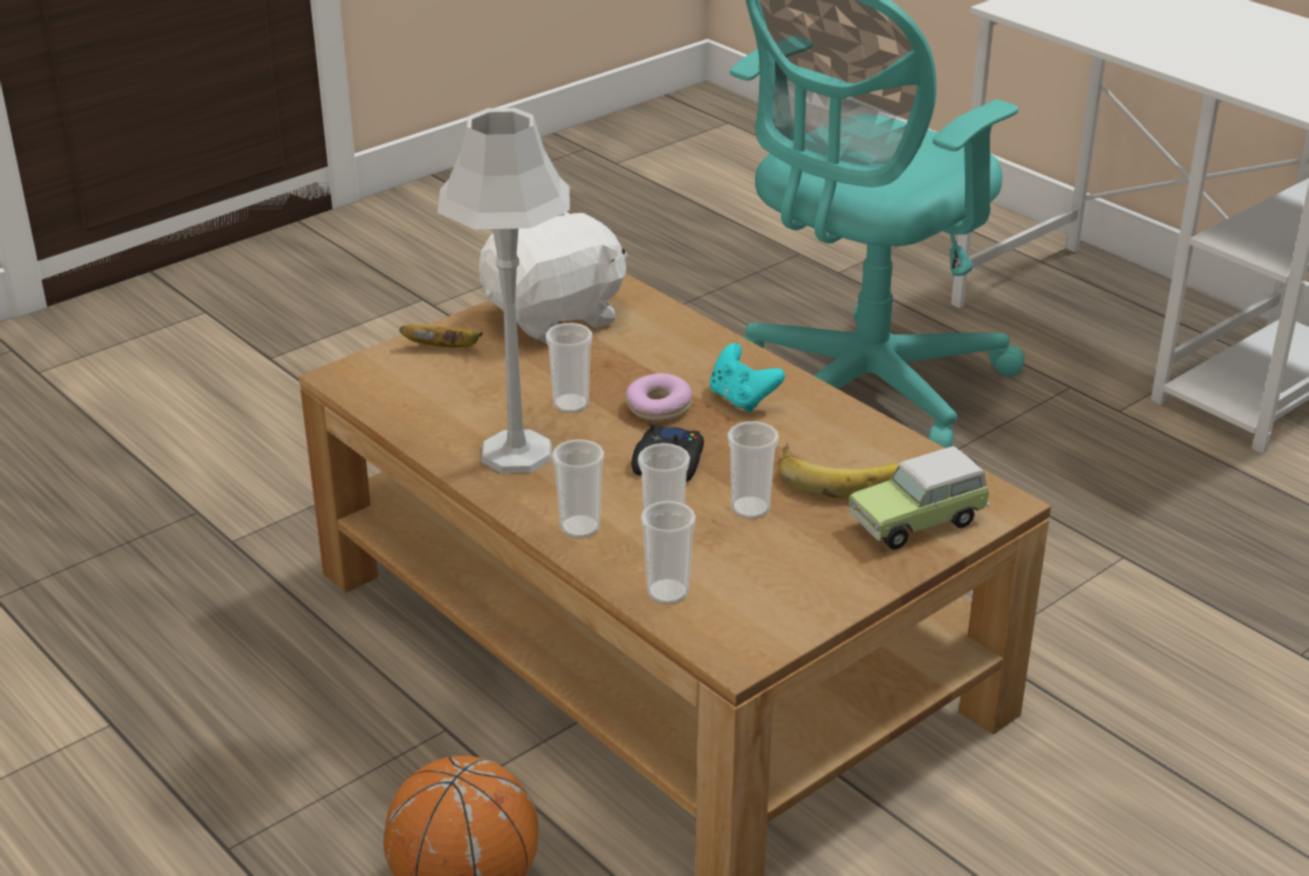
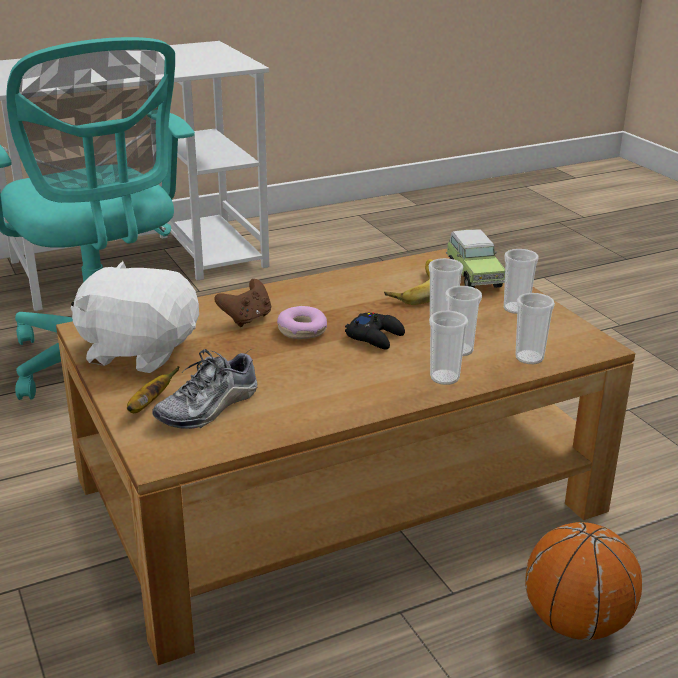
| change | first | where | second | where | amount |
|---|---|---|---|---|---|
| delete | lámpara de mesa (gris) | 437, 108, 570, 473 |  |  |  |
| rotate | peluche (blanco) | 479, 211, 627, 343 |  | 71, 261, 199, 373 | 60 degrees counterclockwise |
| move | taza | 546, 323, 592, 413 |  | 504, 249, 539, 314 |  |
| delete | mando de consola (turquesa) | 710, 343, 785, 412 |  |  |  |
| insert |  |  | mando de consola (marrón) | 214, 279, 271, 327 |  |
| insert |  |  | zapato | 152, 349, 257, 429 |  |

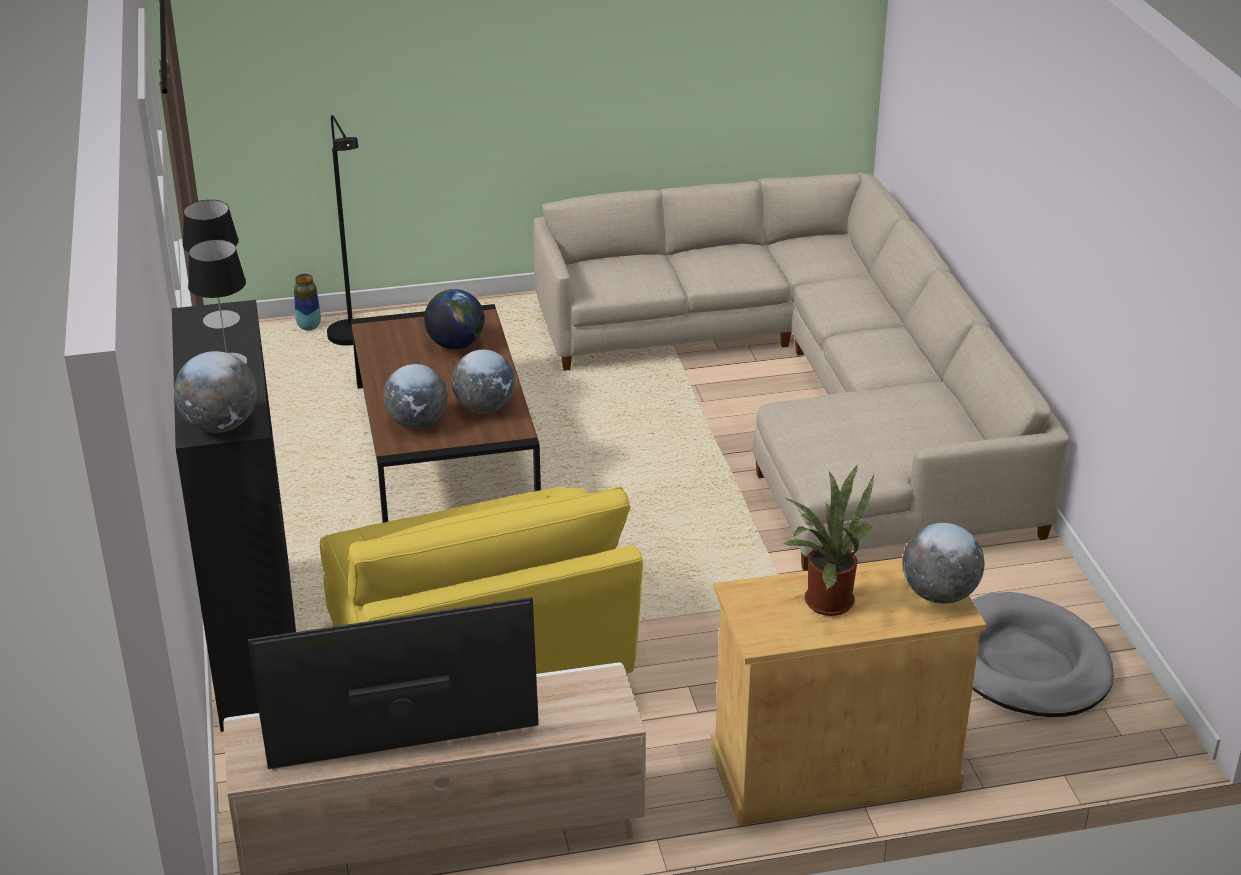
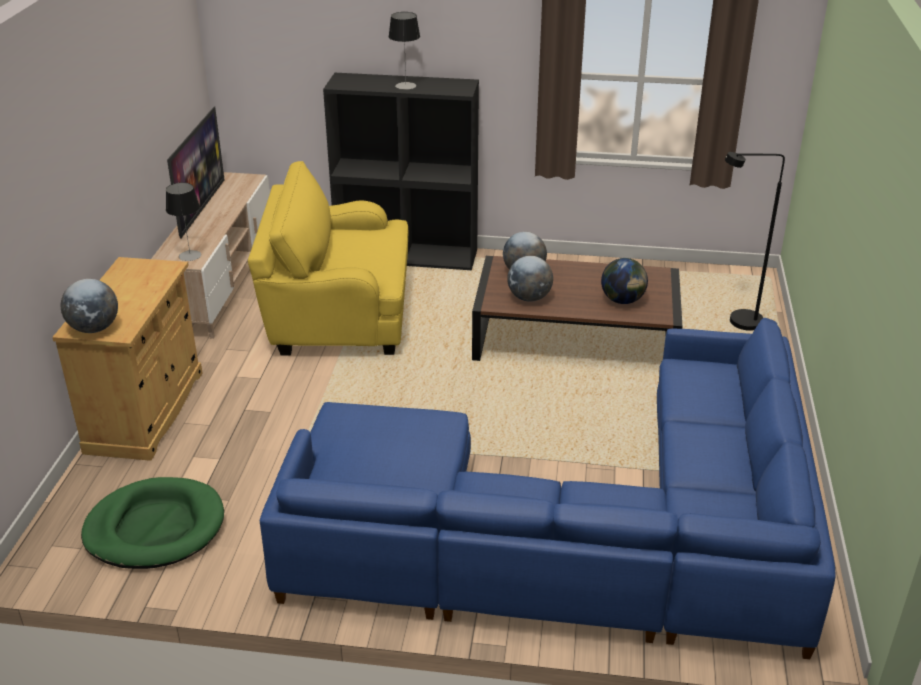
| change | first | where | second | where | amount |
|---|---|---|---|---|---|
| recolor | sofá (beis) | 533, 172, 1070, 571 | sofá (azul) | 260, 318, 835, 659 |  |
| move | lámpara de mesa | 183, 200, 240, 329 |  | 166, 183, 201, 261 |  |
| delete | florero | 294, 274, 321, 330 |  |  |  |
| delete | globo terráqueo | 174, 351, 257, 433 |  |  |  |
| delete | planta en maceta | 784, 465, 874, 616 |  |  |  |
| recolor | cama para perro (gris) | 972, 592, 1114, 717 | cama para perro (verde) | 81, 477, 224, 569 |  |

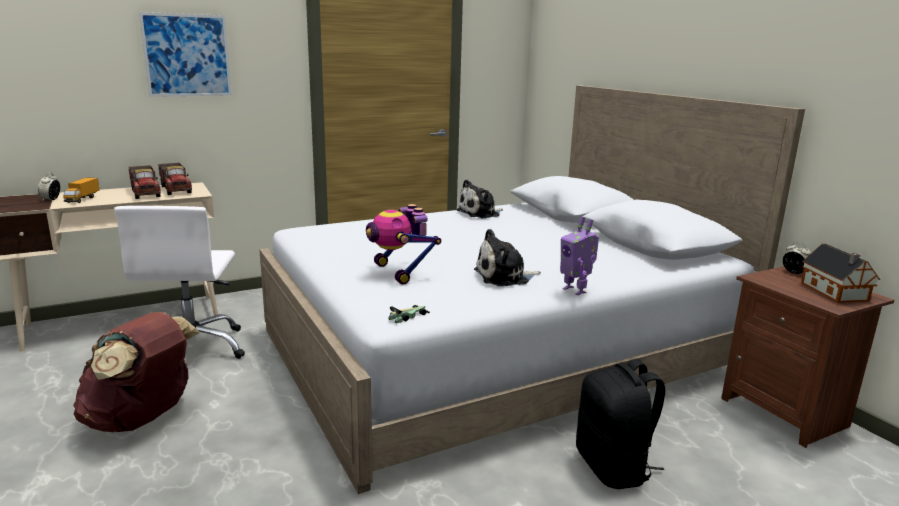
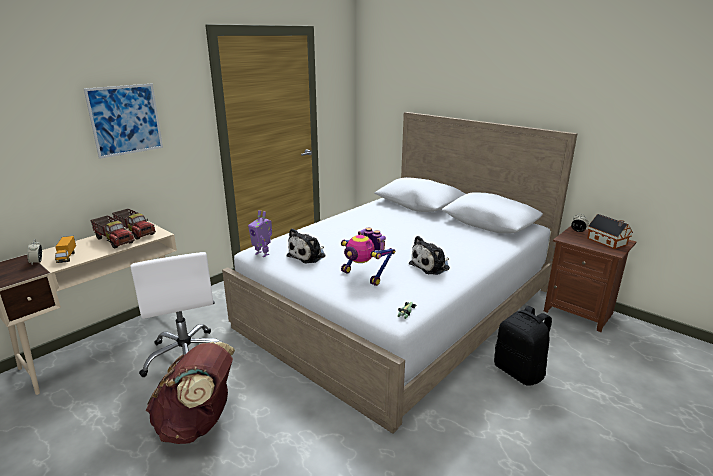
| change | first | where | second | where | amount |
|---|---|---|---|---|---|
| move | peluche | 456, 180, 503, 218 |  | 287, 228, 325, 264 |  |
| move | robot de juguete | 560, 216, 599, 295 |  | 248, 210, 272, 257 |  |

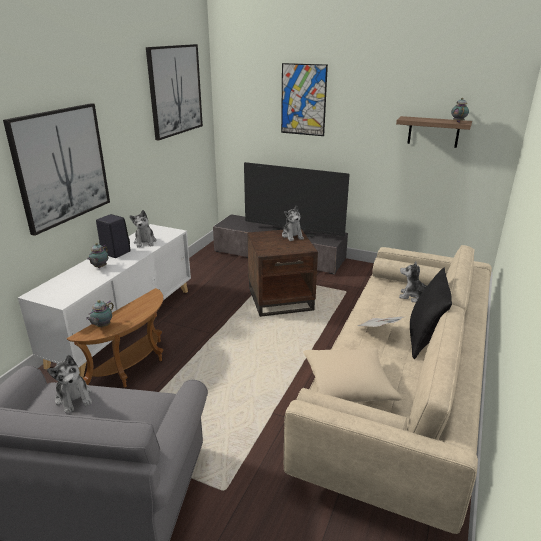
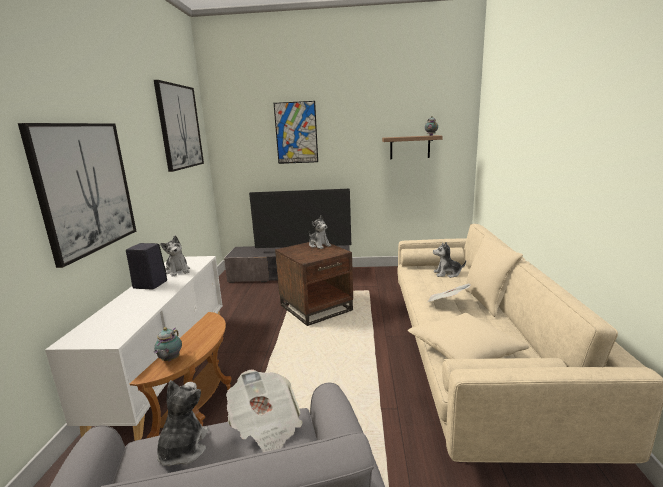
| change | first | where | second | where | amount |
|---|---|---|---|---|---|
| delete | tetera | 87, 243, 108, 268 |  |  |  |
| recolor | cojín (negro) | 410, 267, 452, 359 | cojín (beis) | 465, 235, 523, 317 |  |
| rotate | peluche | 47, 355, 92, 414 |  | 157, 380, 209, 467 | 120 degrees counterclockwise |
| insert |  |  | periódico | 226, 369, 303, 452 |  |

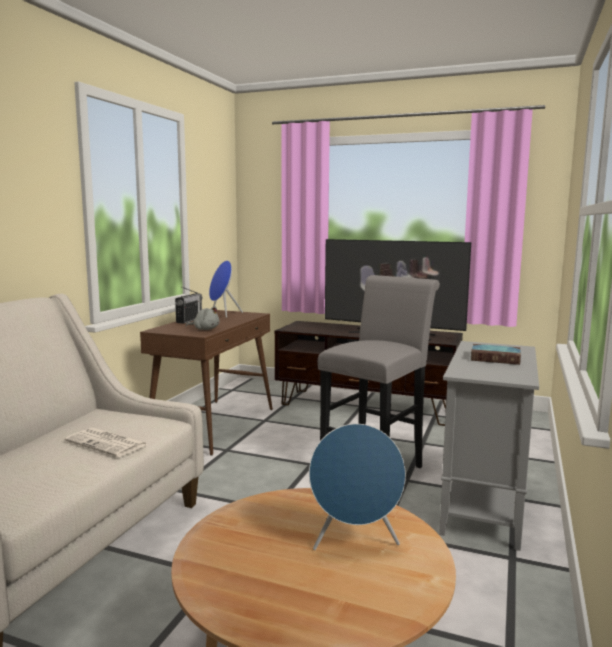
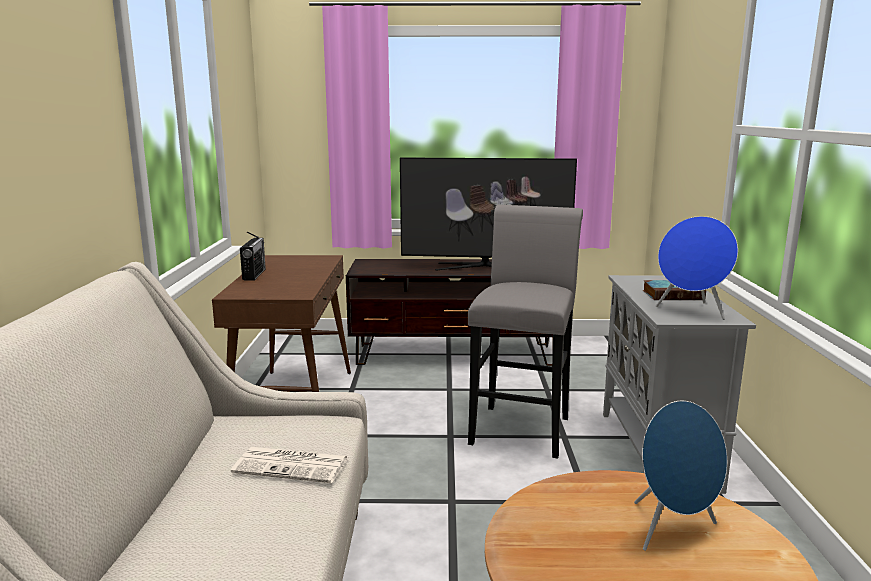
| change | first | where | second | where | amount |
|---|---|---|---|---|---|
| move | altavoz (azul) | 209, 261, 243, 318 |  | 656, 216, 738, 320 |  |
| delete | peluche (gris) | 186, 306, 220, 330 |  |  |  |

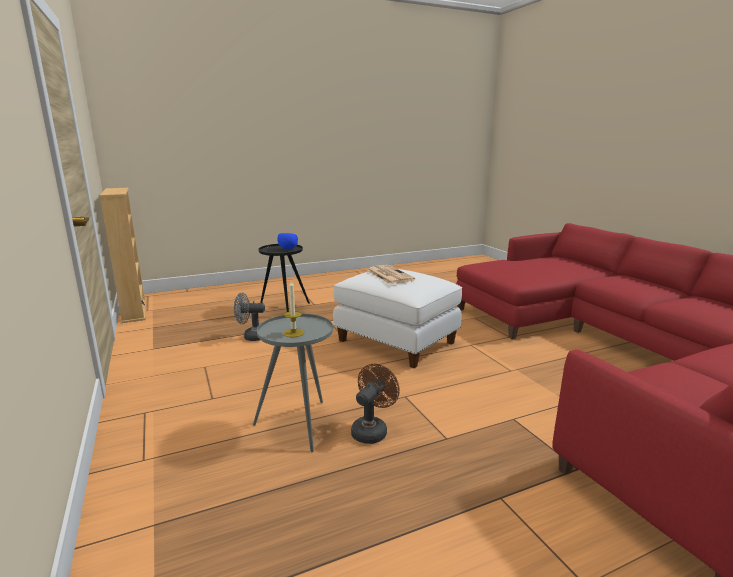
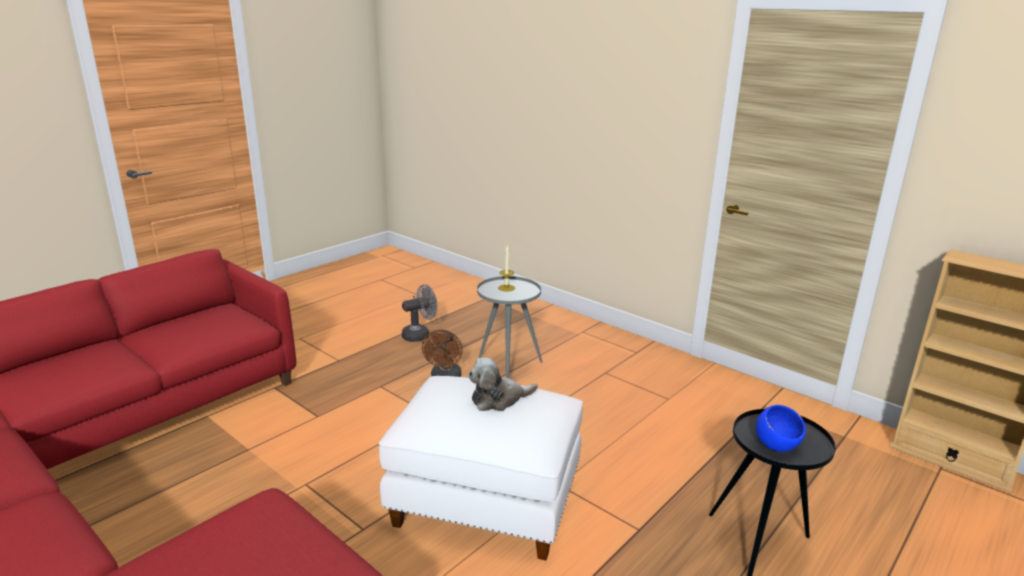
| change | first | where | second | where | amount |
|---|---|---|---|---|---|
| replace | periódico | 366, 265, 415, 284 | peluche | 468, 357, 538, 411 |  |
| move | ventilador (gris) | 234, 293, 265, 341 |  | 402, 284, 437, 342 |  |

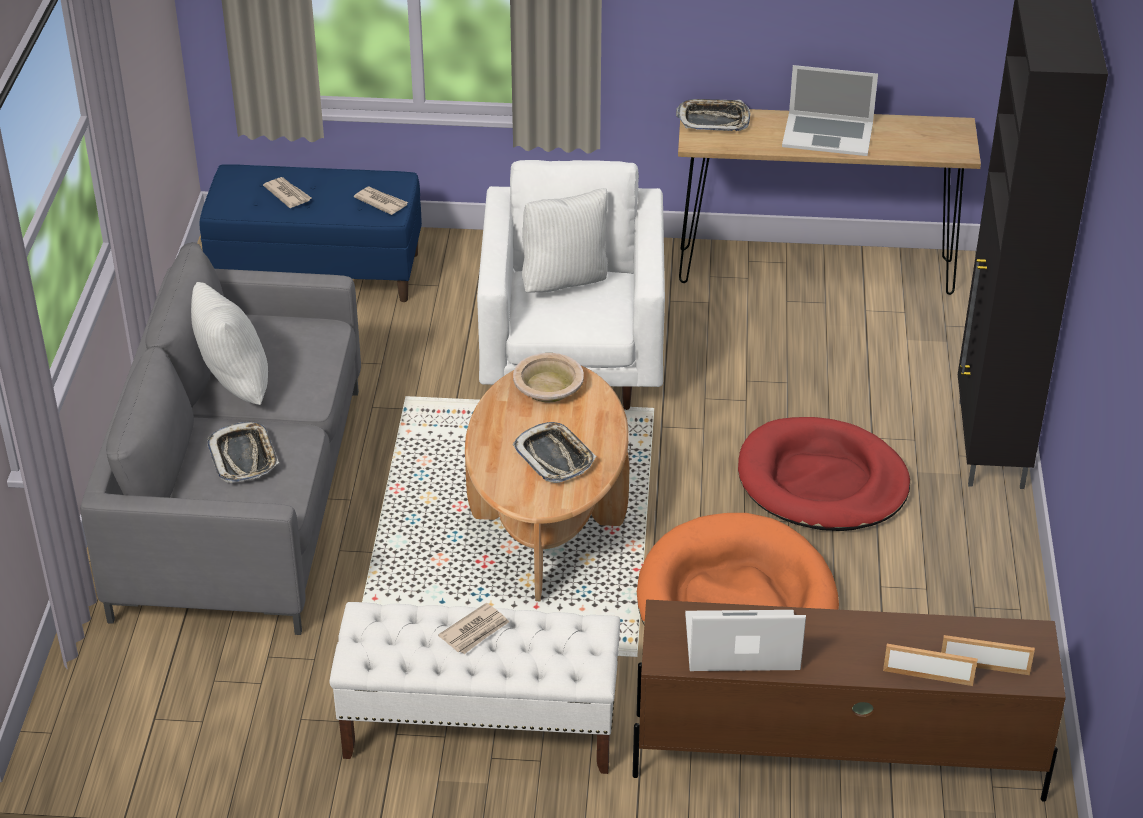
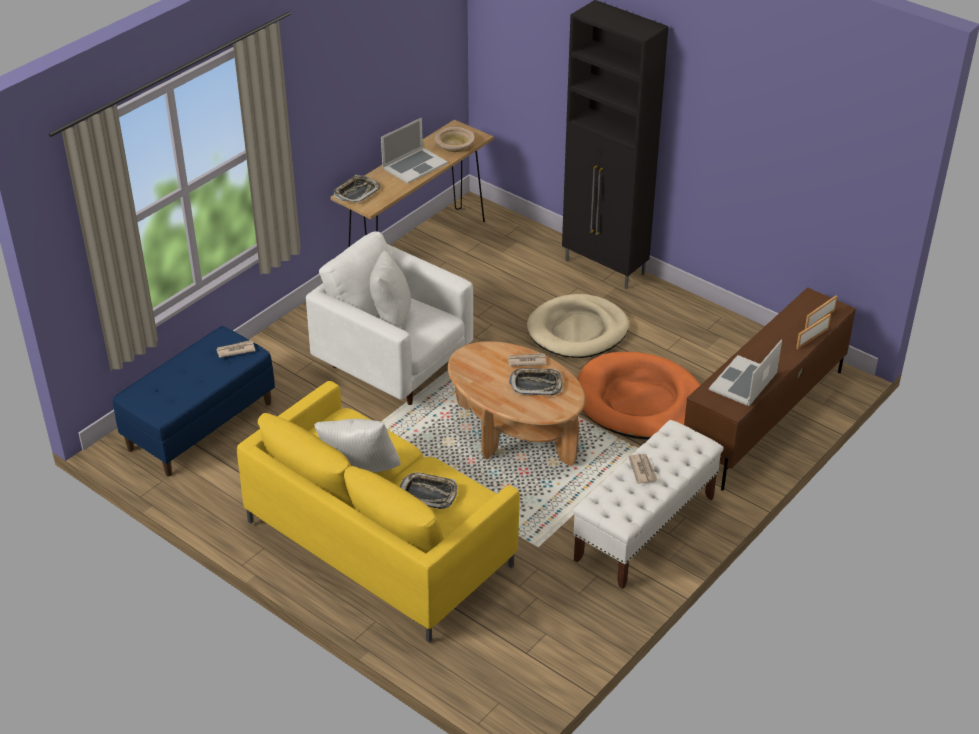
| change | first | where | second | where | amount |
|---|---|---|---|---|---|
| move | periódico | 263, 177, 312, 208 |  | 508, 353, 546, 366 |  |
| recolor | sofá (gris) | 80, 242, 361, 635 | sofá (amarillo) | 237, 381, 520, 643 |  |
| move | cuenco (beis) | 513, 353, 584, 402 |  | 435, 127, 474, 152 |  |
| recolor | cama para perro (rojo) | 738, 417, 910, 531 | cama para perro (beis) | 527, 294, 629, 358 |  |

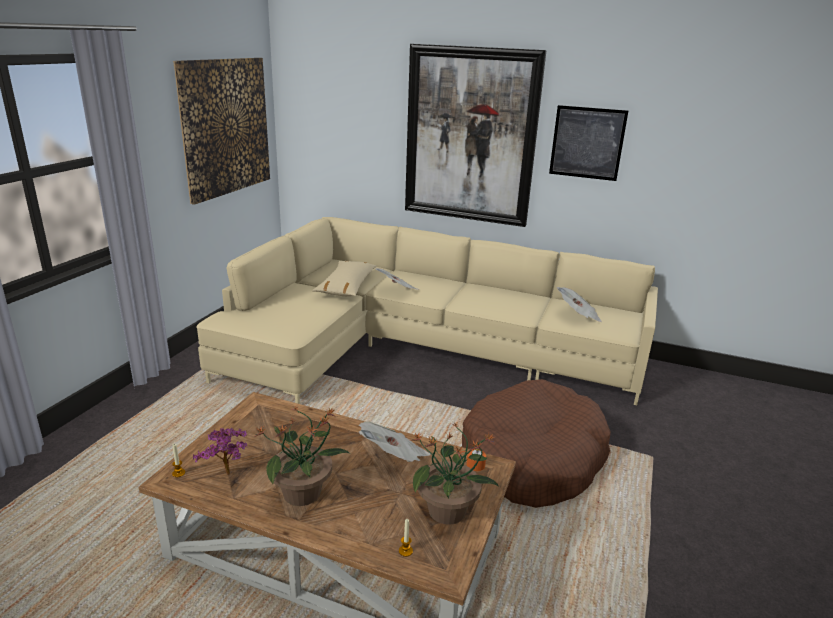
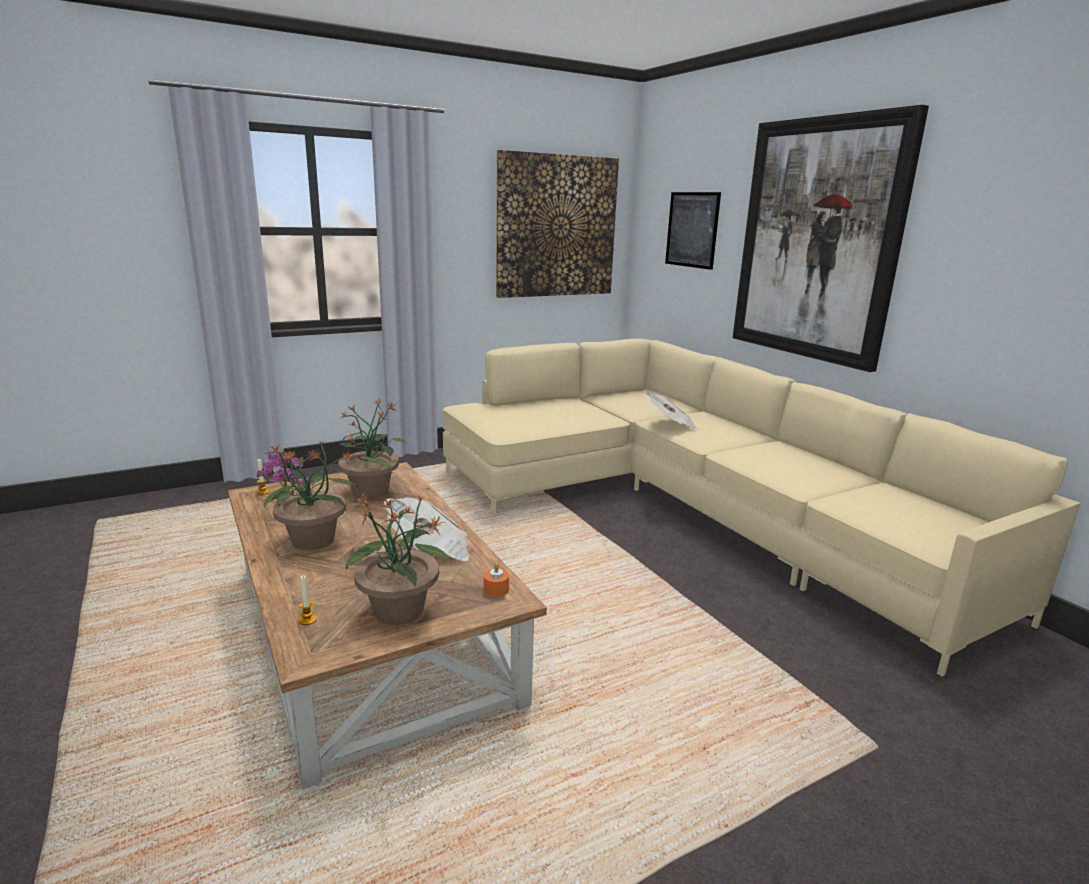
| change | first | where | second | where | amount |
|---|---|---|---|---|---|
| move | cuadro | 549, 105, 628, 181 |  | 665, 192, 721, 270 |  |
| delete | cojín (beis) | 312, 261, 377, 296 |  |  |  |
| delete | periódico | 557, 287, 602, 322 |  |  |  |
| delete | cama para perro (marrón) | 462, 379, 611, 508 |  |  |  |
| insert |  |  | planta en maceta | 338, 398, 406, 499 |  |

